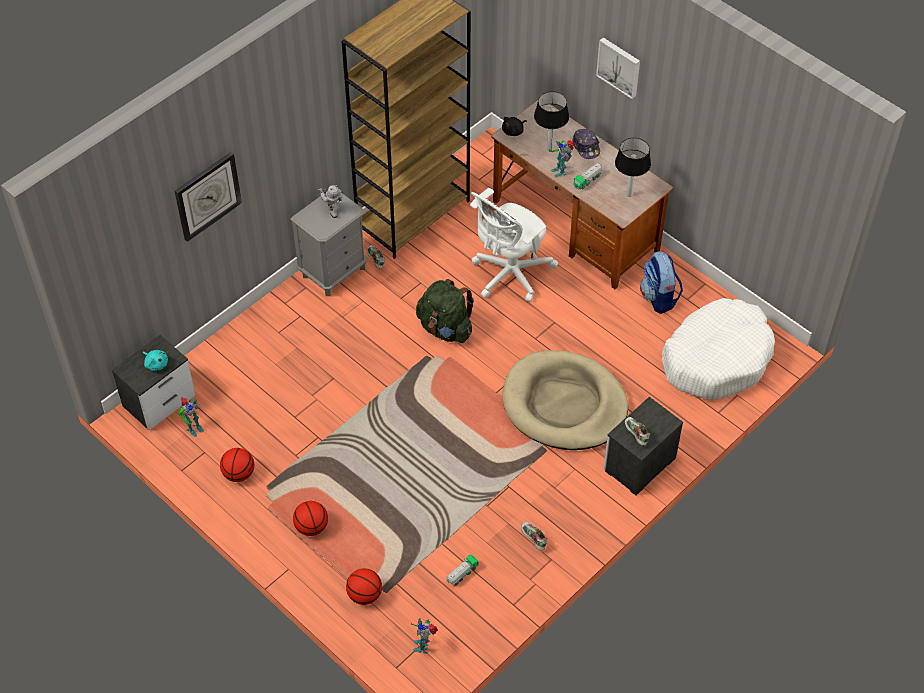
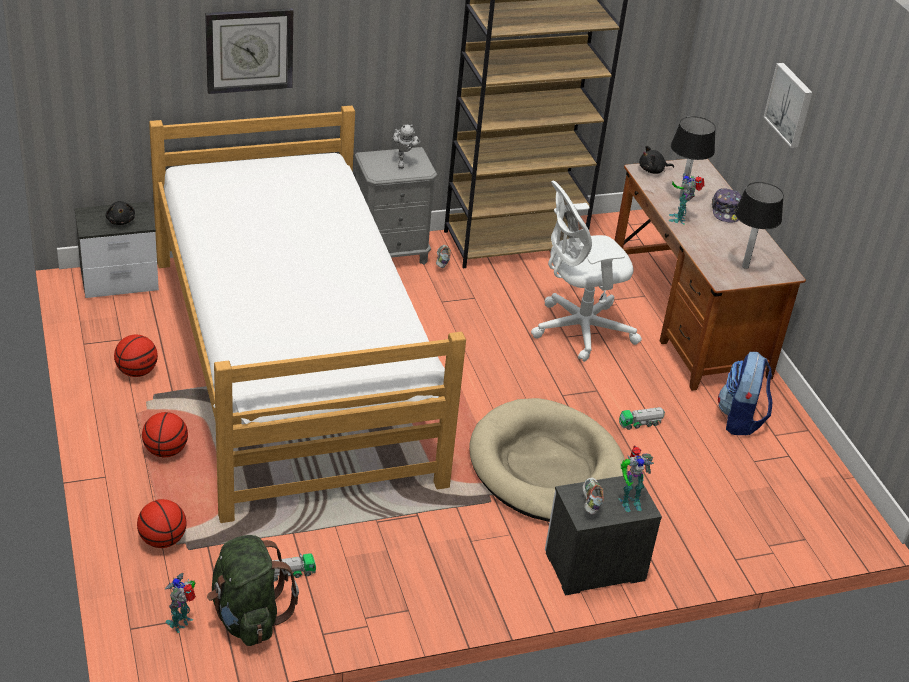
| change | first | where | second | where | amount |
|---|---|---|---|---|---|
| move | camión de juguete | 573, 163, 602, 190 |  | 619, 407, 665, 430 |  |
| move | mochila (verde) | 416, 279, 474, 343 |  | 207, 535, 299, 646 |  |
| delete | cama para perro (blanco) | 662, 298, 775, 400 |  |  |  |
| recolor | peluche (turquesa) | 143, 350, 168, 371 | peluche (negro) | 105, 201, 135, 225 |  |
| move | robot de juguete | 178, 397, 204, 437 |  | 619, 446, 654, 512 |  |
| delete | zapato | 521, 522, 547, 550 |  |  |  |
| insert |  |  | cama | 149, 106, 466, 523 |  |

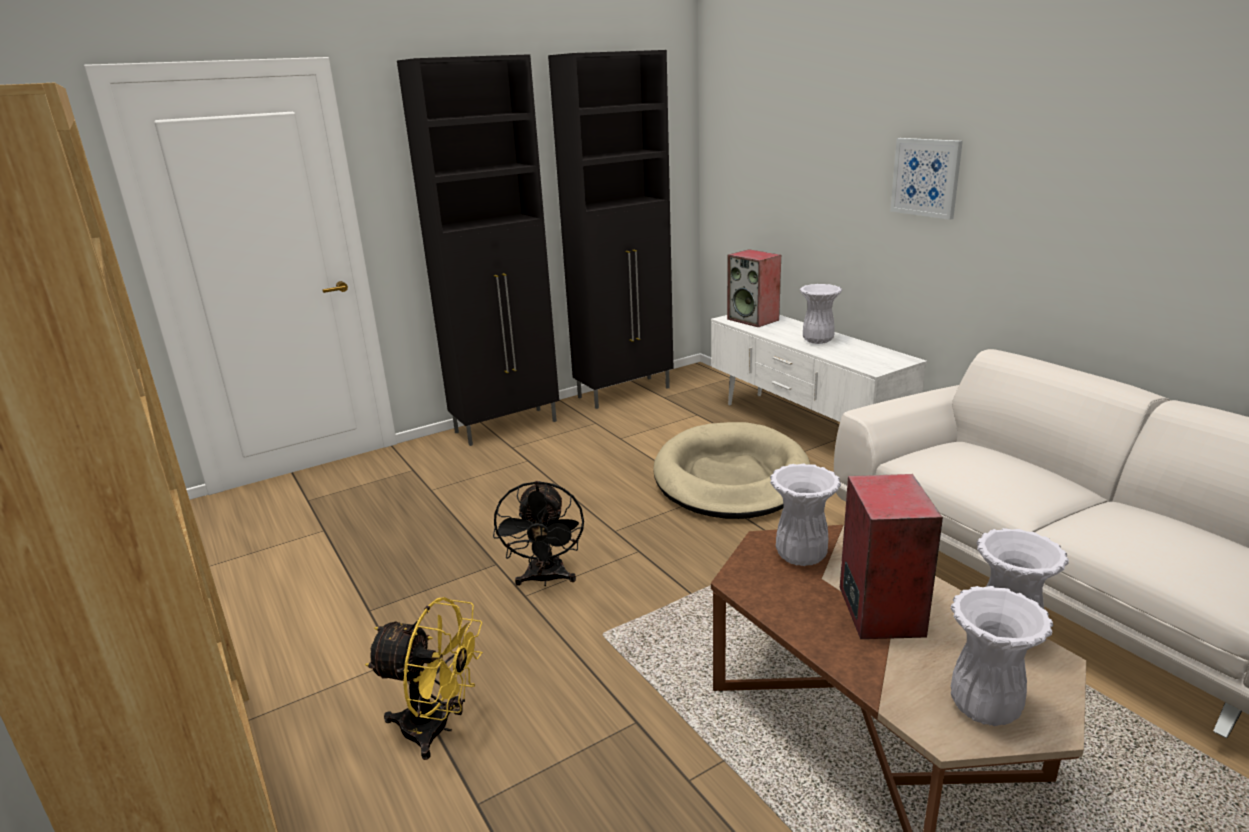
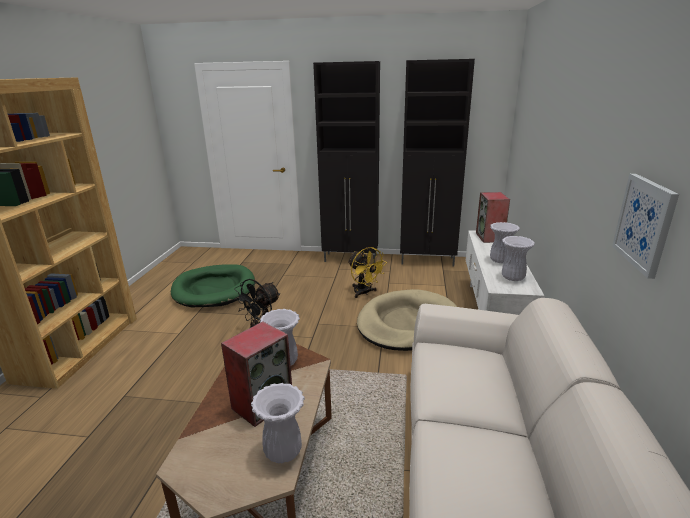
| change | first | where | second | where | amount |
|---|---|---|---|---|---|
| move | cuadro | 890, 138, 963, 220 |  | 612, 174, 679, 279 |  |
| move | florero (blanco) | 951, 586, 1054, 726 |  | 502, 236, 535, 281 |  |
| move | ventilador (amarillo) | 365, 597, 483, 760 |  | 348, 247, 387, 298 |  |
| insert |  |  | cama para perro (verde) | 171, 264, 255, 308 |  |

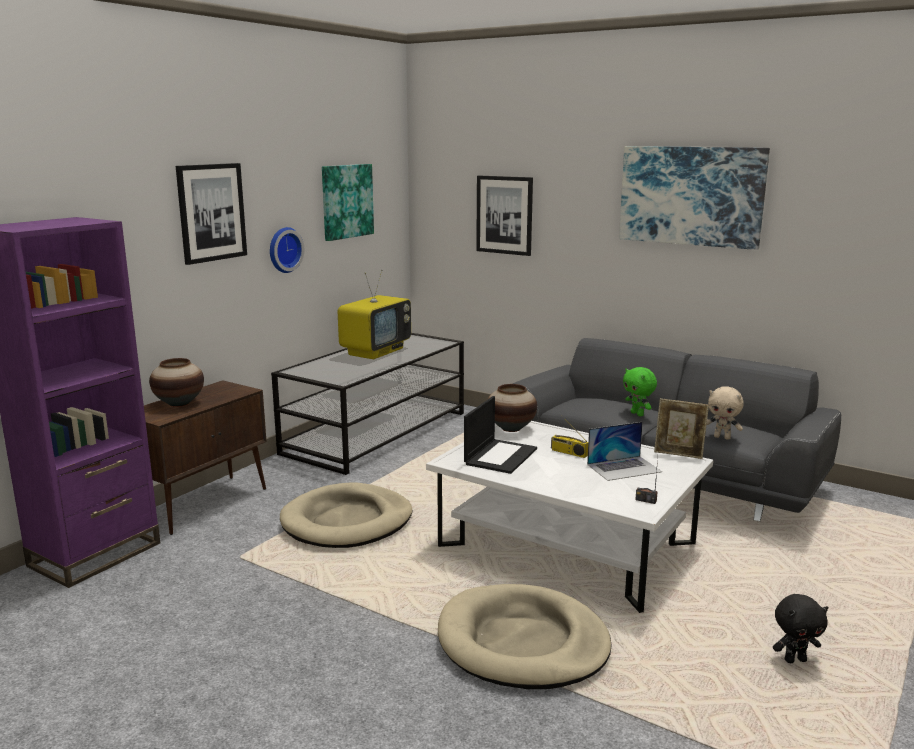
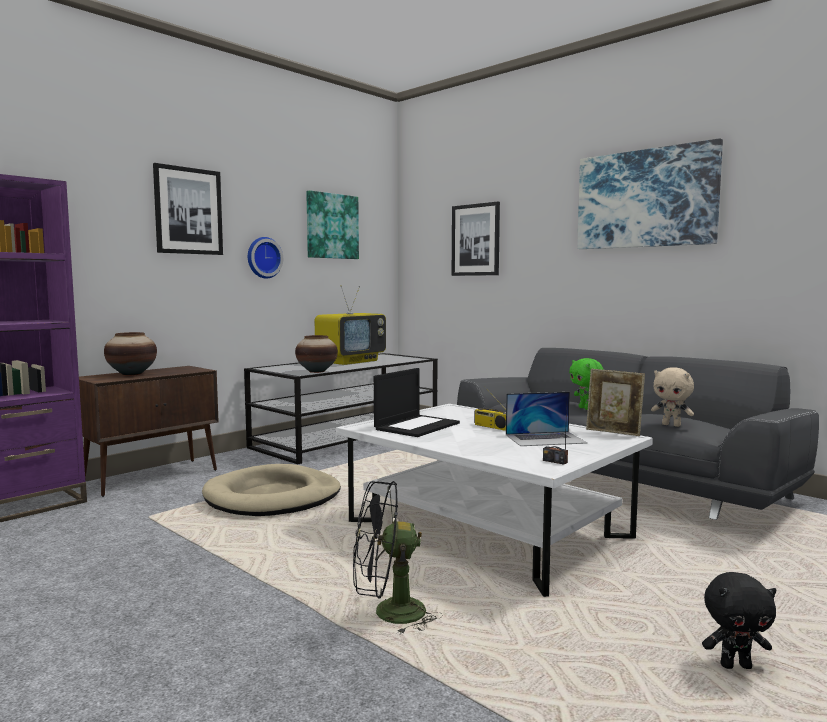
| change | first | where | second | where | amount |
|---|---|---|---|---|---|
| move | florero | 487, 384, 537, 432 |  | 295, 335, 338, 373 |  |
| replace | cama para perro (beis) | 438, 584, 611, 689 | ventilador (negro) | 353, 481, 441, 634 |  |

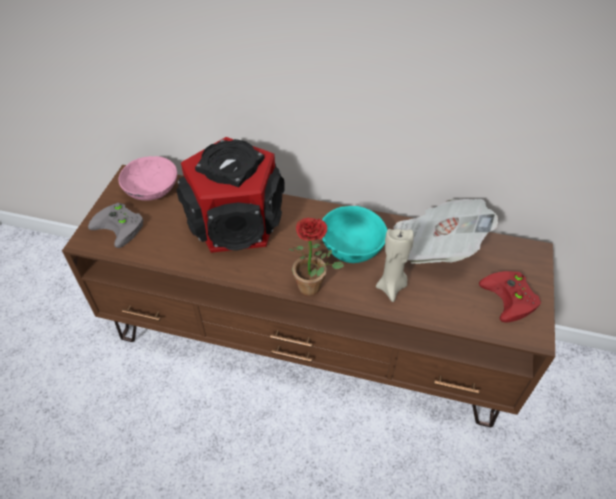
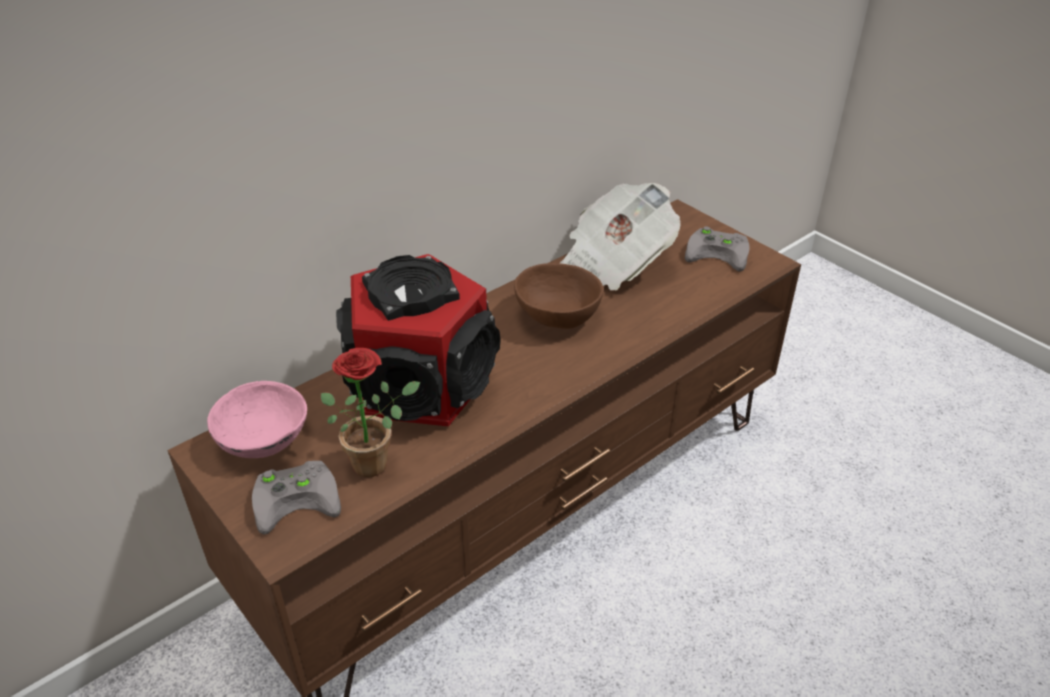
| change | first | where | second | where | amount |
|---|---|---|---|---|---|
| recolor | cuenco (turquesa) | 322, 206, 387, 263 | cuenco (marrón) | 514, 263, 603, 329 |  |
| move | planta en maceta | 288, 218, 344, 296 |  | 321, 348, 420, 477 |  |
| delete | vela (beis) | 376, 229, 414, 302 |  |  |  |
| recolor | mando de consola (rojo) | 479, 271, 541, 323 | mando de consola (gris) | 685, 226, 750, 272 |  |

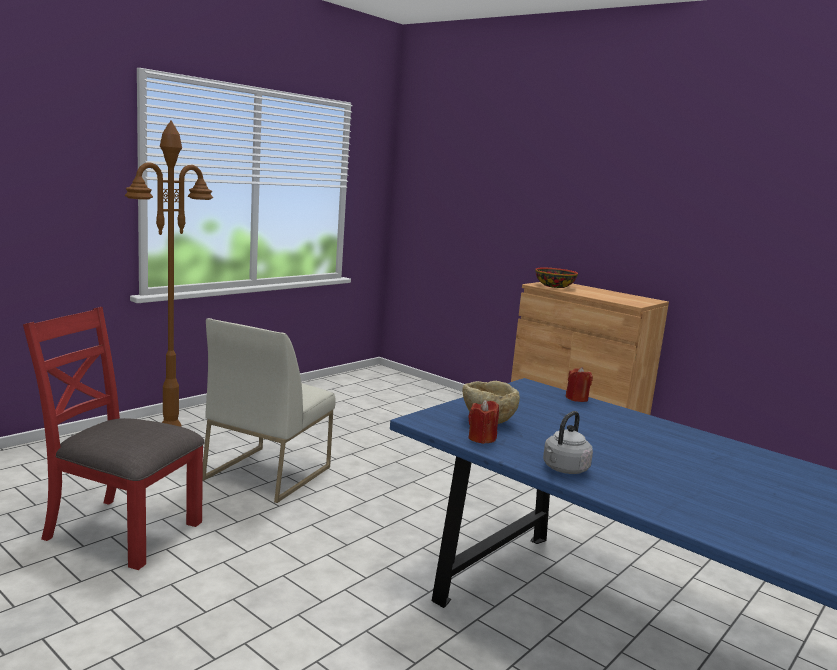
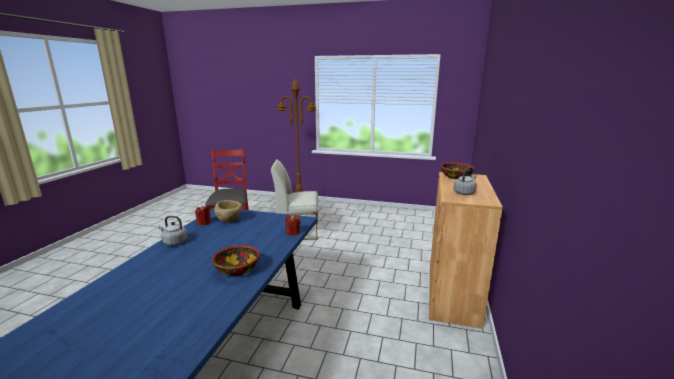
| change | first | where | second | where | amount |
|---|---|---|---|---|---|
| insert |  |  | hervidor (gris) | 453, 167, 477, 195 |  |
| insert |  |  | cuenco | 213, 245, 259, 276 |  |

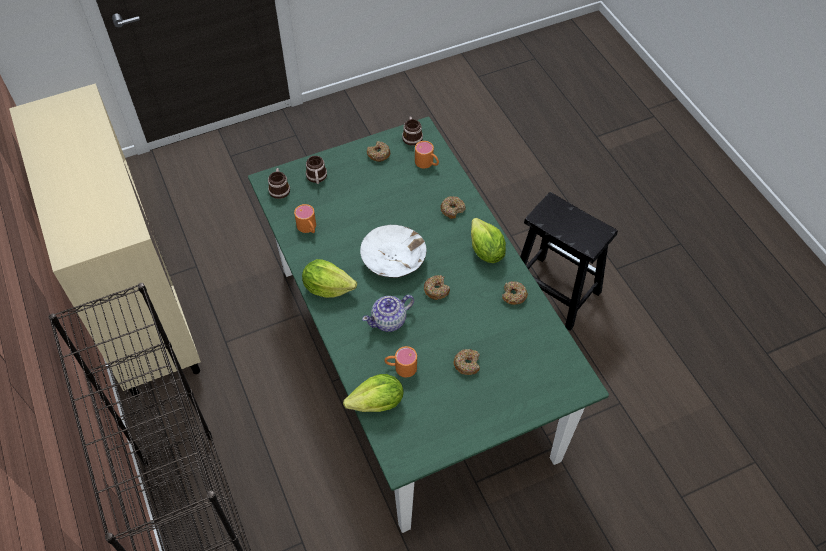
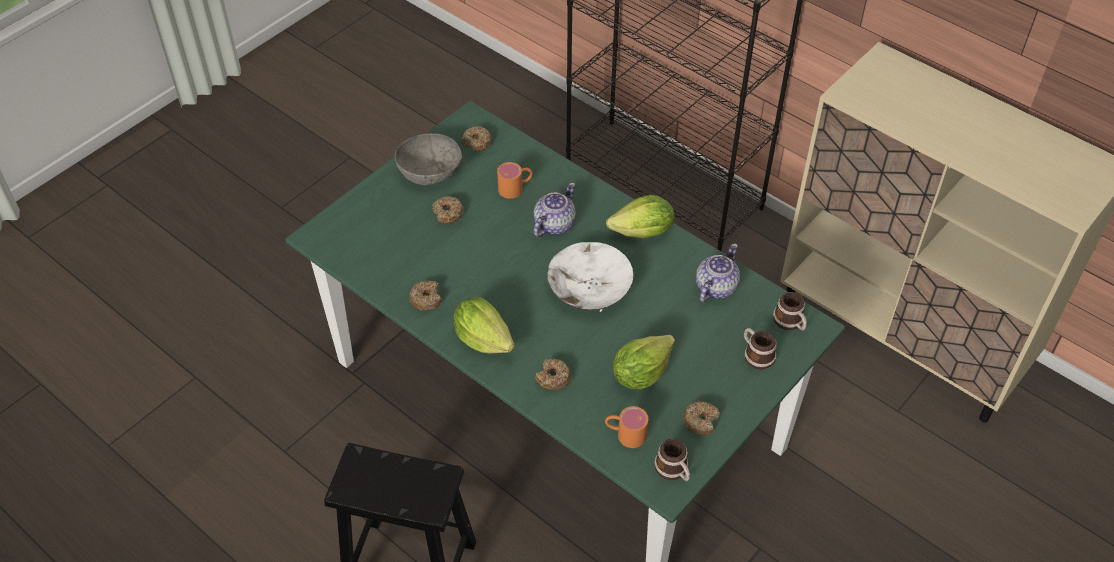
| change | first | where | second | where | amount |
|---|---|---|---|---|---|
| replace | taza grande (naranja) | 294, 204, 316, 233 | tetera | 696, 243, 740, 302 |  |
| move | rosquilla | 424, 275, 450, 300 |  | 462, 126, 492, 152 |  |
| move | lechuga | 343, 374, 404, 412 |  | 613, 335, 675, 390 |  |
| insert |  |  | cuenco (gris) | 395, 134, 462, 185 |  |

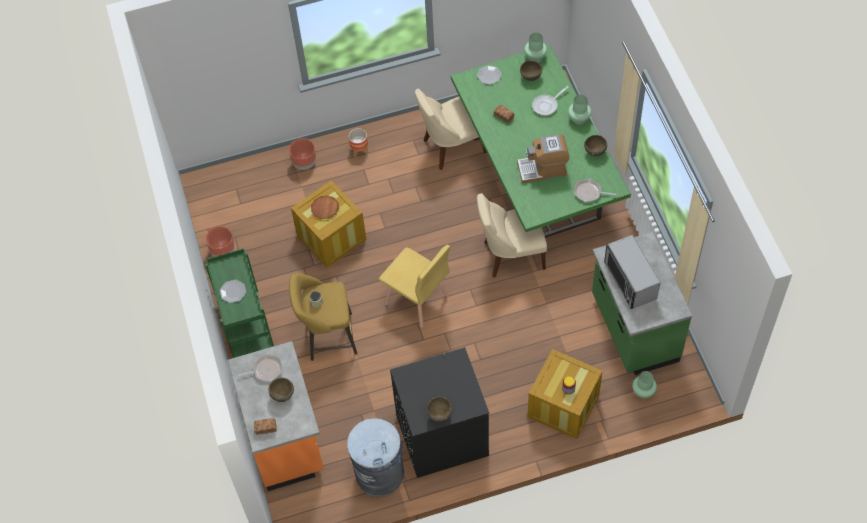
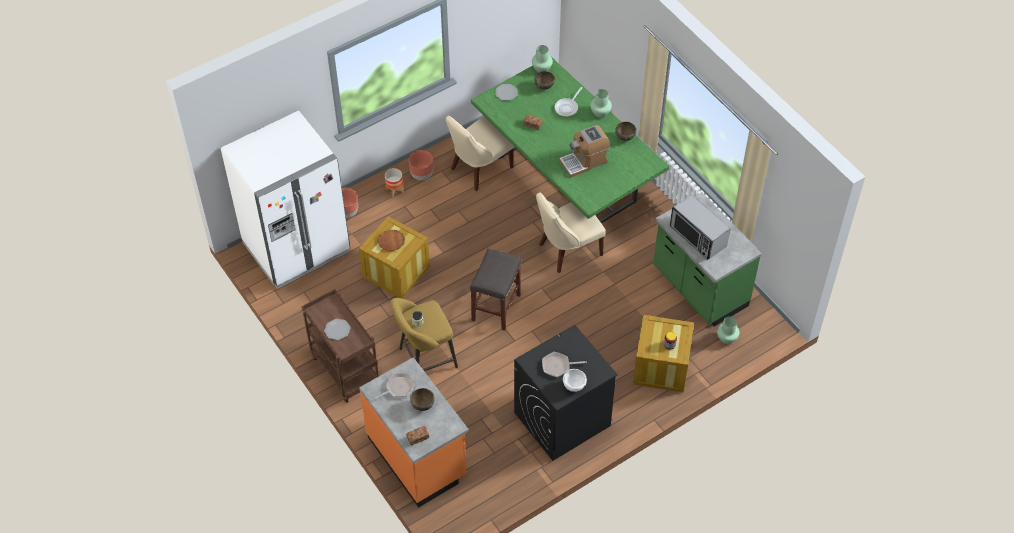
| change | first | where | second | where | amount |
|---|---|---|---|---|---|
| move | sartén | 574, 178, 618, 203 |  | 542, 352, 587, 377 |  |
| move | maceta (marrón) | 205, 226, 235, 257 |  | 409, 150, 434, 180 |  |
| replace | silla (amarillo) | 379, 245, 450, 328 | taburete (gris) | 470, 249, 522, 331 |  |
| recolor | carrito (verde) | 205, 248, 274, 358 | carrito (marrón) | 302, 289, 379, 403 |  |
| recolor | cuenco (marrón) | 427, 397, 452, 422 | cuenco (blanco) | 563, 369, 587, 392 |  |
| delete | papelera (gris) | 347, 418, 404, 497 |  |  |  |
| insert |  |  | nevera (blanco) | 221, 111, 350, 289 |  |

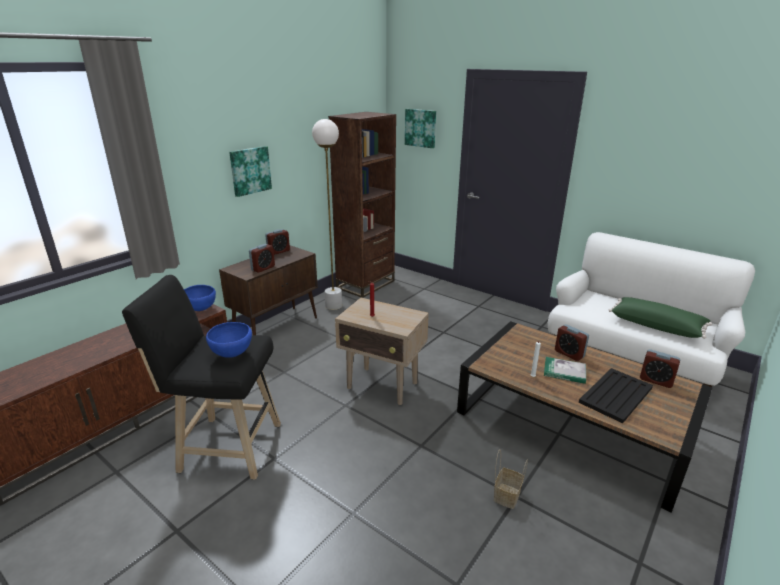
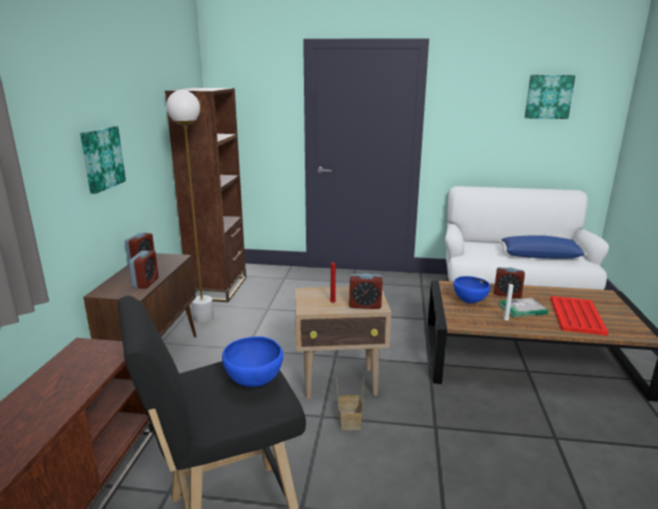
| change | first | where | second | where | amount |
|---|---|---|---|---|---|
| move | cuadro | 405, 109, 436, 148 |  | 525, 75, 576, 119 |  |
| move | cuenco (azul) | 184, 285, 216, 311 |  | 453, 276, 490, 303 |  |
| recolor | cojín (verde) | 609, 297, 712, 339 | cojín (azul) | 499, 235, 587, 259 |  |
| move | despertador | 640, 350, 680, 388 |  | 349, 273, 382, 309 |  |
| recolor | bandeja (negro) | 579, 368, 653, 423 | bandeja (rojo) | 551, 296, 608, 336 |  |
| move | cesta | 494, 450, 528, 509 |  | 336, 376, 364, 430 |  |

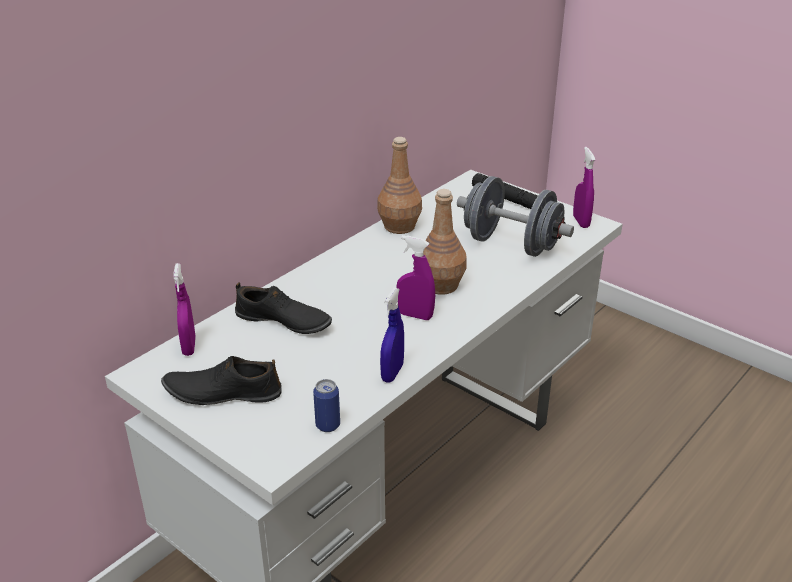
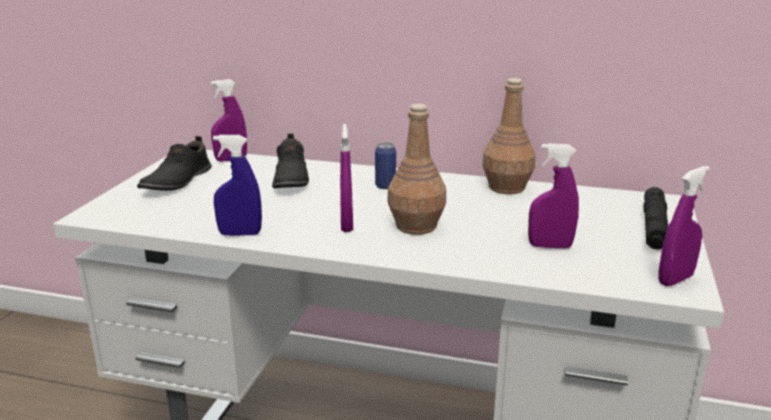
| change | first | where | second | where | amount |
|---|---|---|---|---|---|
| replace | mancuerna (gris) | 457, 176, 574, 257 | pulverizador (morado) | 528, 143, 579, 248 |  |
| rotate | zapato (negro) | 161, 356, 282, 405 |  | 137, 136, 212, 191 | 135 degrees counterclockwise |
| move | lata | 313, 379, 340, 432 |  | 375, 142, 396, 189 |  |

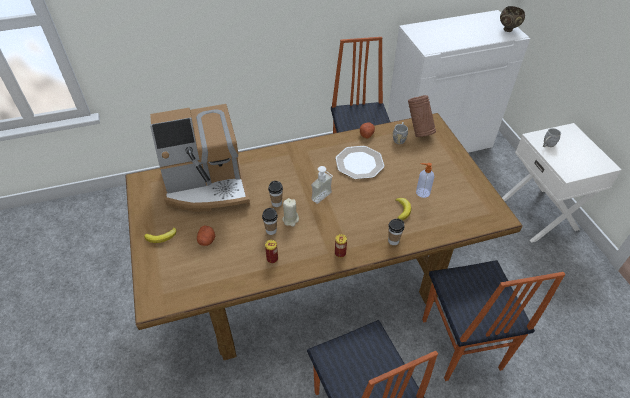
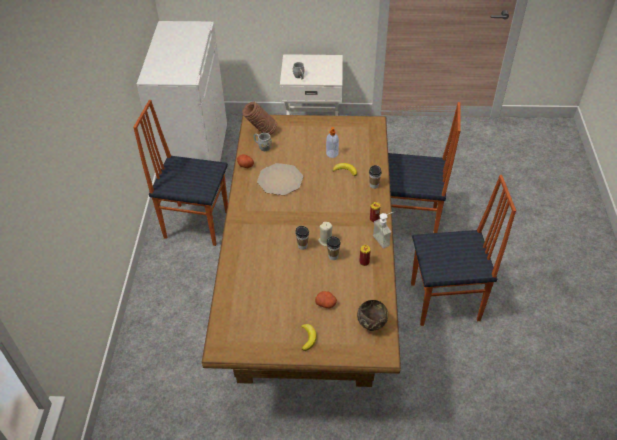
| change | first | where | second | where | amount |
|---|---|---|---|---|---|
| move | cuenco (marrón) | 500, 6, 525, 32 |  | 357, 300, 388, 331 |  |
| delete | cafetera | 150, 104, 250, 212 |  |  |  |
| move | dispensador de jabón | 311, 166, 333, 204 |  | 373, 212, 394, 248 |  |

